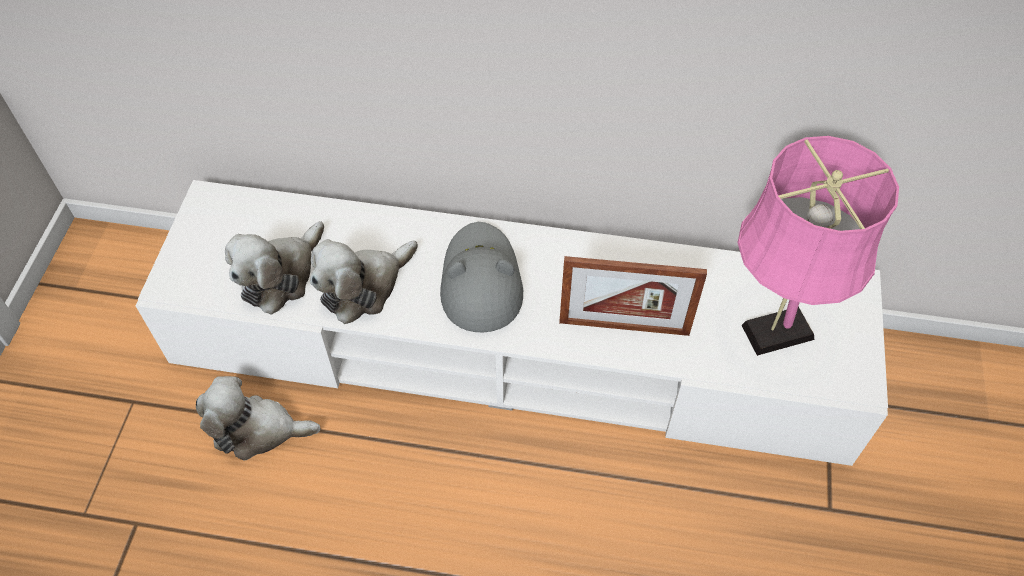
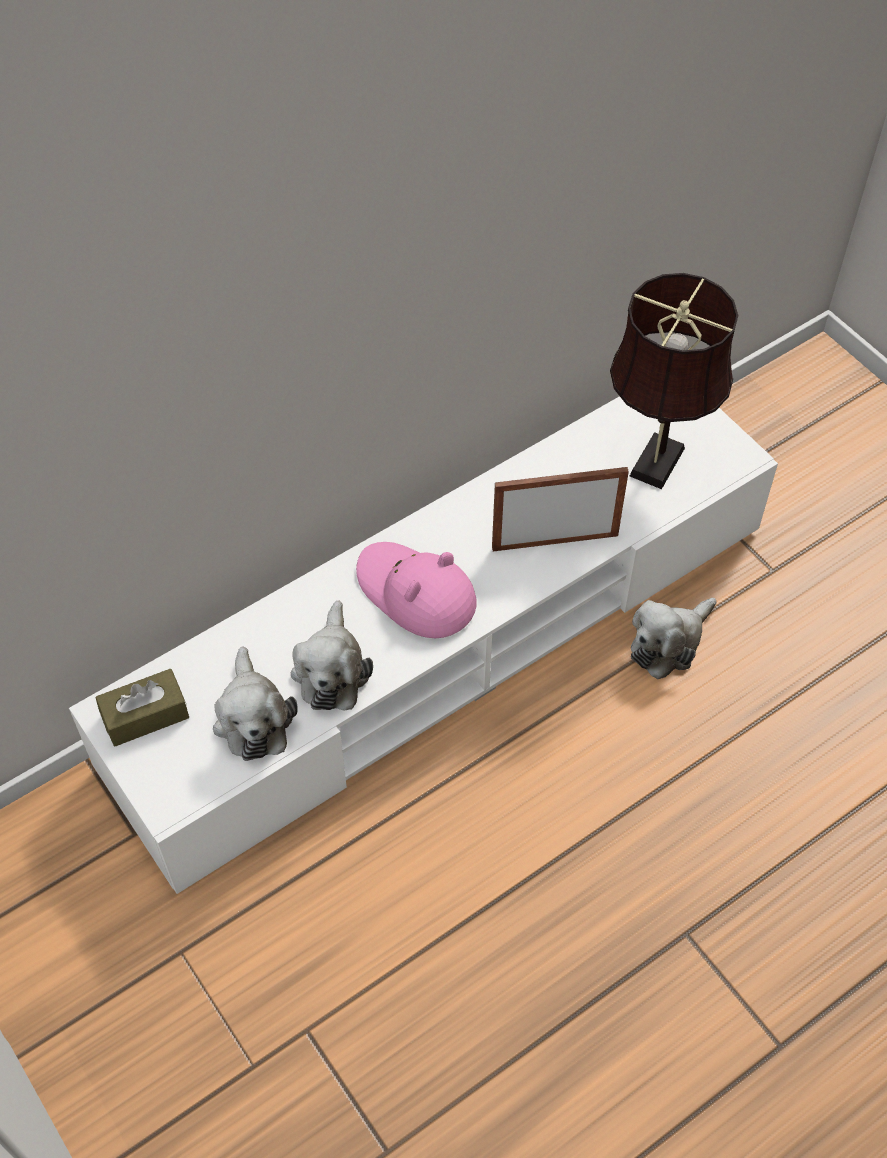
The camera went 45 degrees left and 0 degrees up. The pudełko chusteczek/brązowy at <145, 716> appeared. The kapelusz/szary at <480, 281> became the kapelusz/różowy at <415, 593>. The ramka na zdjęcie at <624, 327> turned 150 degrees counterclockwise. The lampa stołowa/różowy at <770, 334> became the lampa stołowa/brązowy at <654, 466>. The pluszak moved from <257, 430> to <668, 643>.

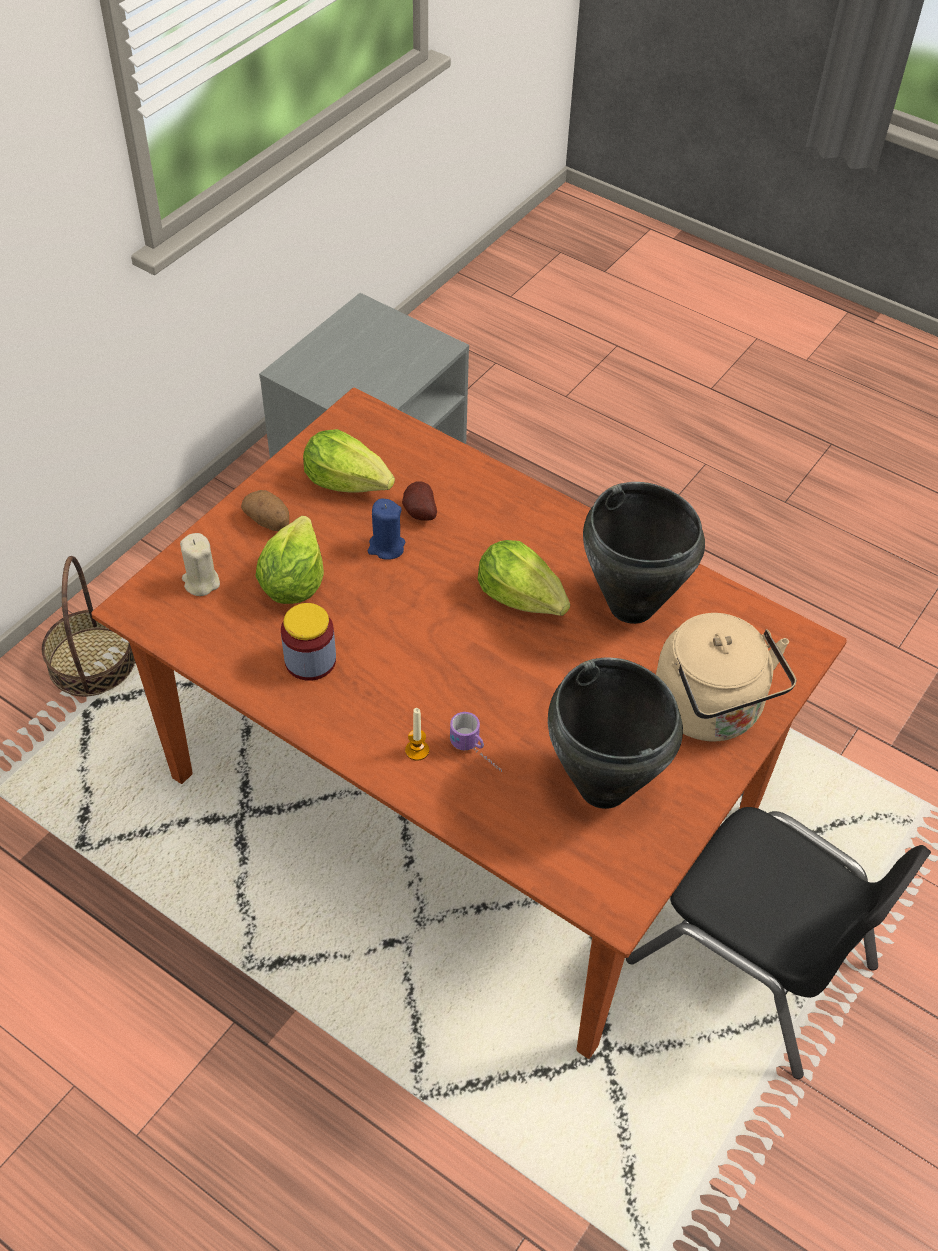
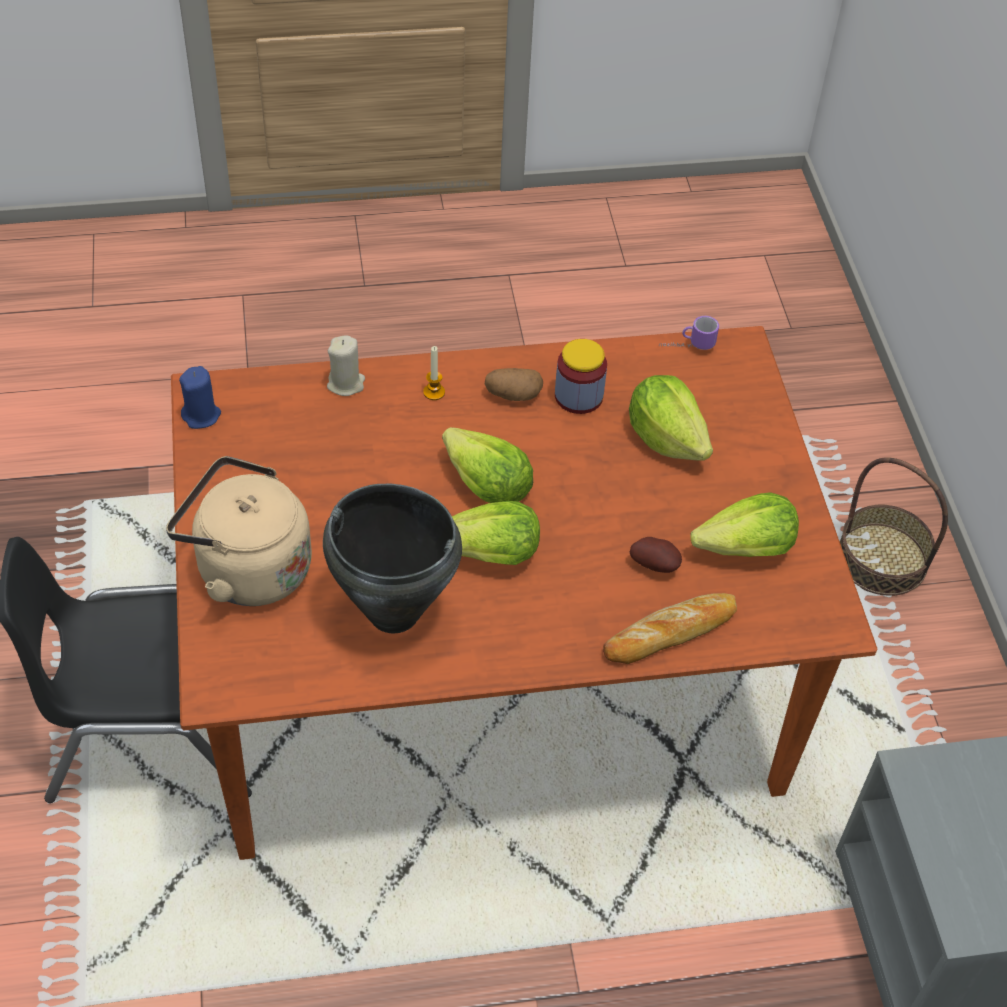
The camera went 135 degrees right and 0 degrees up. The świeca/niebieski moved from <386, 547> to <201, 415>. The świeca/beżowy moved from <201, 582> to <346, 384>. The sałata at <486, 485> appeared. The ziemniak moved from <269, 521> to <513, 395>. The chleb at <671, 632> appeared. The kubek moved from <477, 754> to <686, 346>. The garnek/czarny at <603, 788> disappeared.

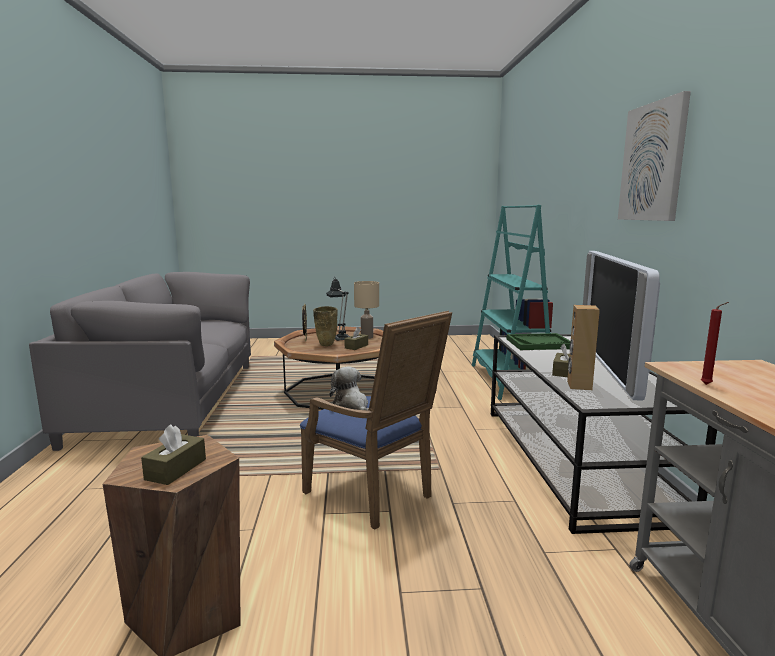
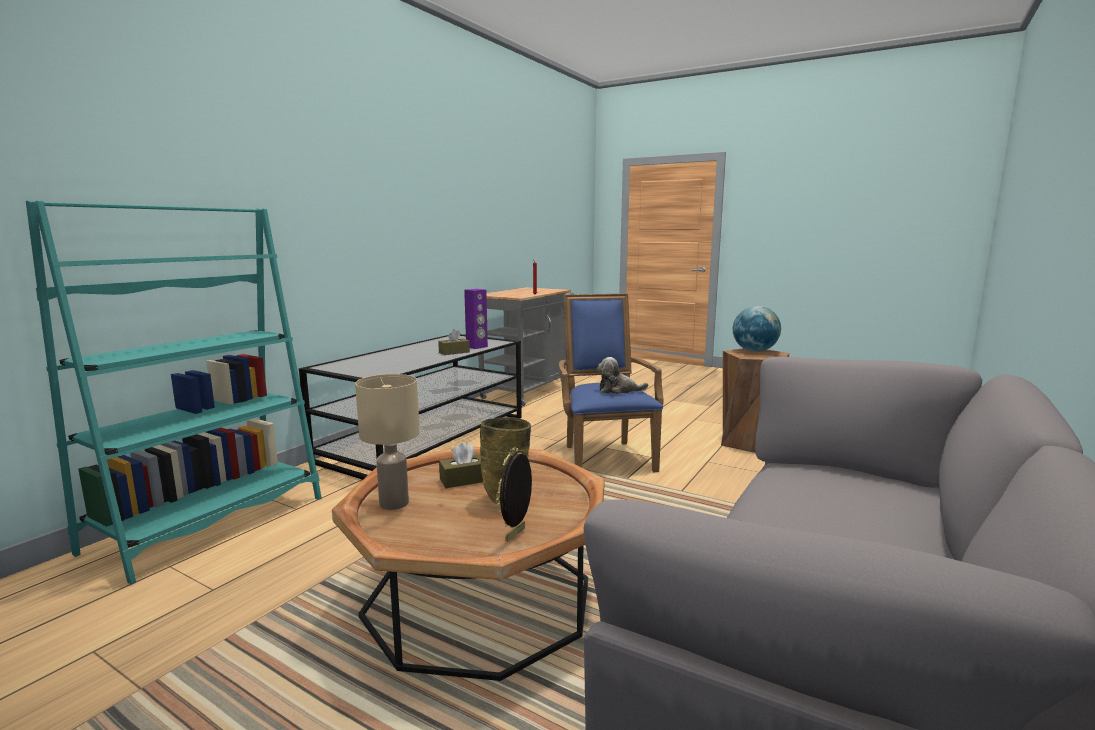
The camera went 145 degrees left and 0 degrees up. The głośnik/brązowy at <579, 385> became the głośnik/fioletowy at <477, 347>. The pluszak at <351, 407> turned 90 degrees clockwise. The pudełko chusteczek/brązowy at <176, 469> was replaced by the globus at <754, 351>. The lampa stołowa at <340, 338> disappeared. The taca/zielony at <539, 343> disappeared. The telewizor at <613, 364> disappeared. The obraz at <653, 162> disappeared.

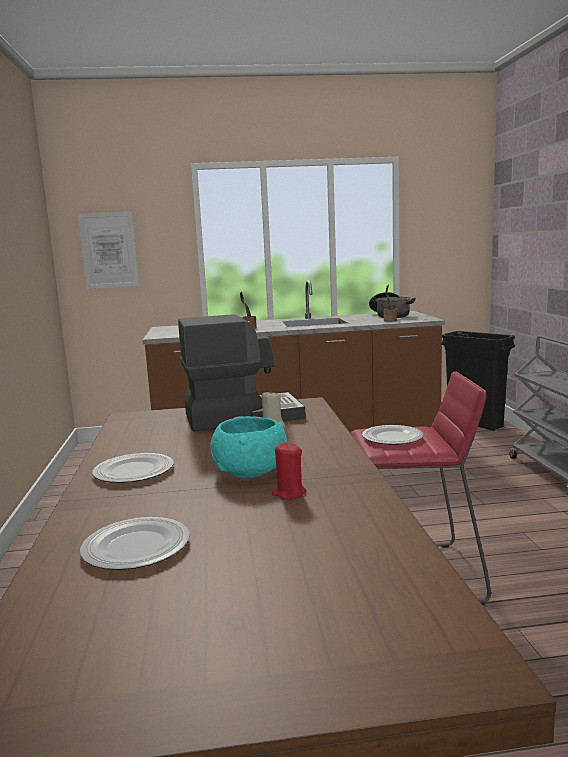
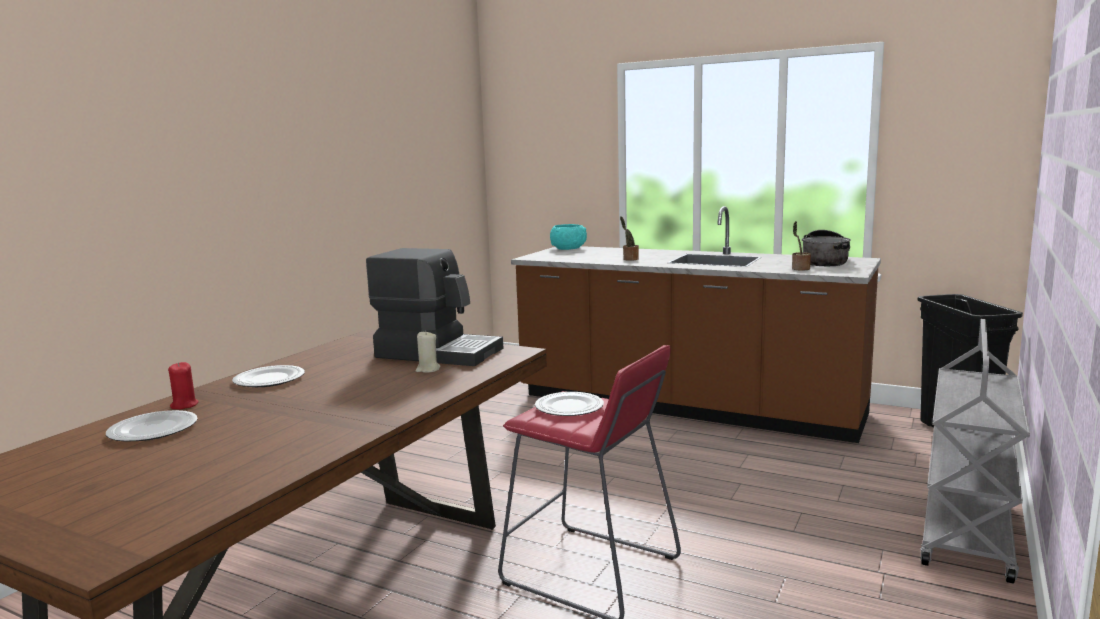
The camera went 35 degrees right and 0 degrees up. The świeca/czerwony moved from <289, 493> to <184, 405>. The miska/turkusowy moved from <250, 470> to <568, 248>. The obraz at <109, 250> disappeared.

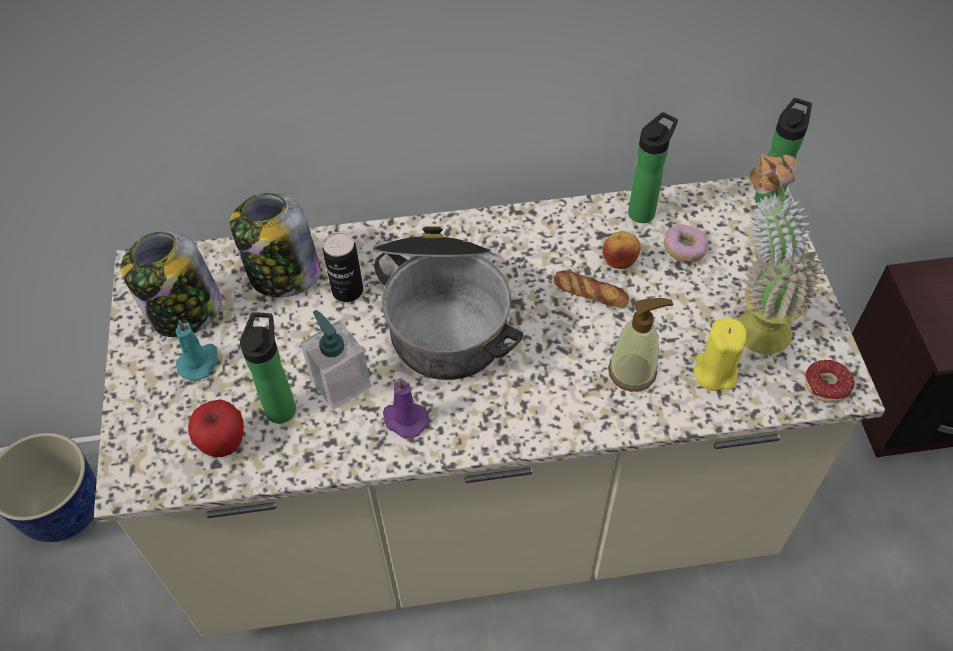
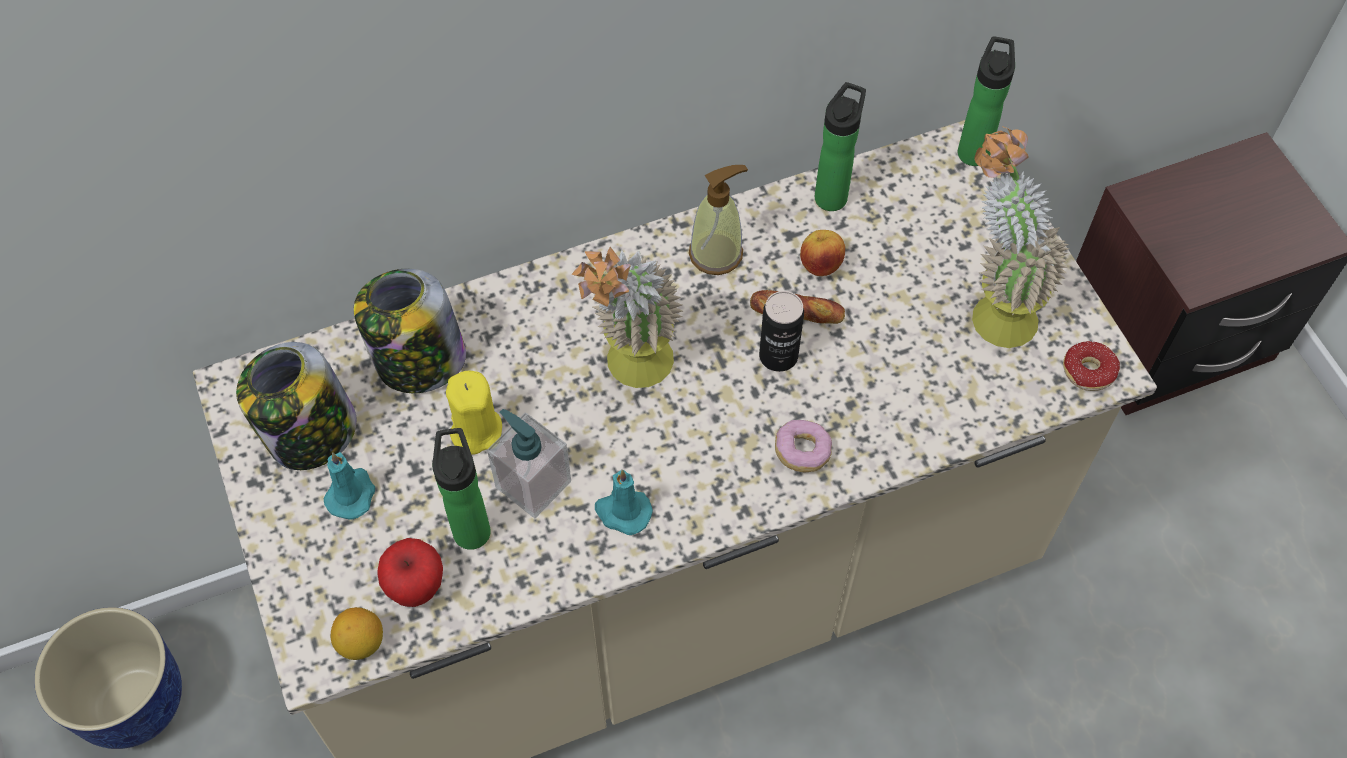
The camera went 15 degrees left and 5 degrees up. The cytryna at <361, 643> appeared. The świeca/żółty moved from <715, 372> to <475, 430>. The garnek at <444, 315> was replaced by the roślina doniczkowa at <631, 373>. The świeca/fioletowy at <404, 419> became the świeca/turkusowy at <622, 512>. The dozownik mydła moved from <632, 372> to <716, 253>. The puszka moved from <347, 290> to <778, 356>. The donut moved from <684, 250> to <802, 452>.

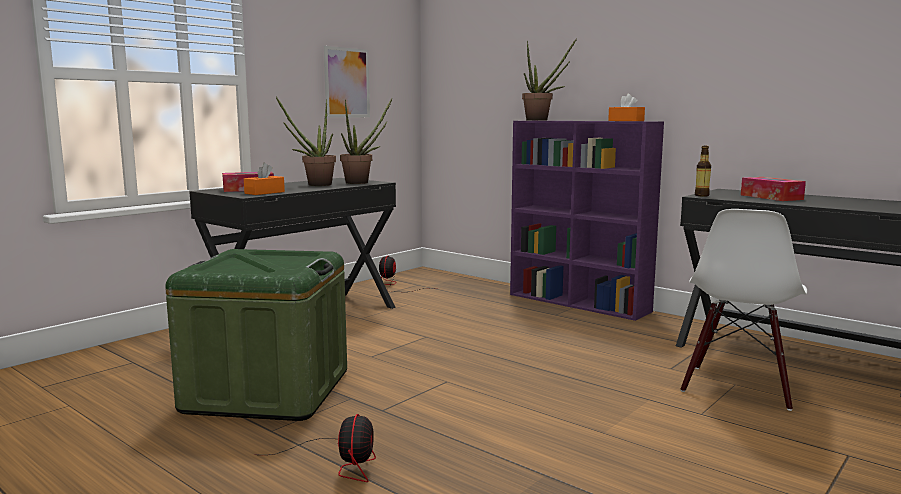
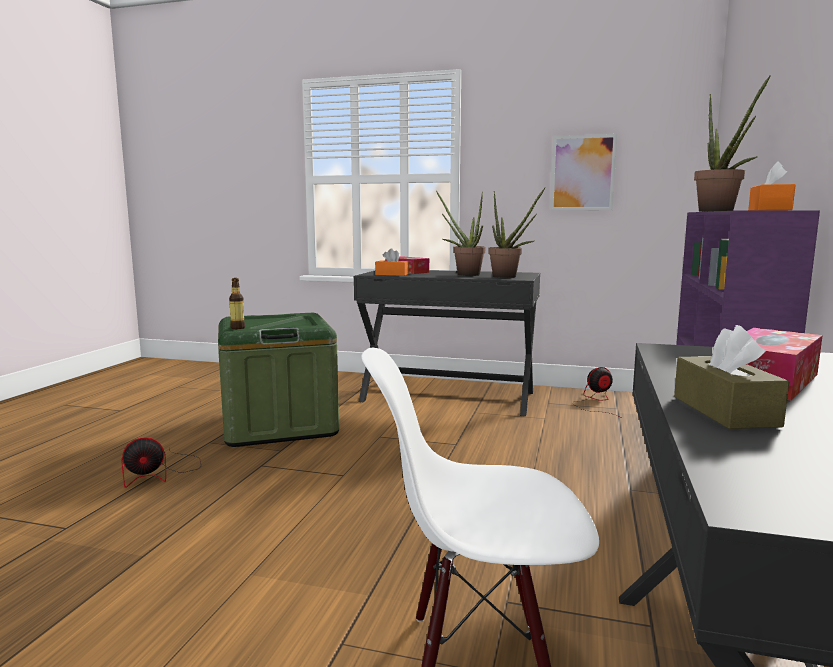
The camera went 65 degrees right and 0 degrees up. The butelka moved from <701, 195> to <238, 328>. The pudełko chusteczek/brązowy at <724, 411> appeared.

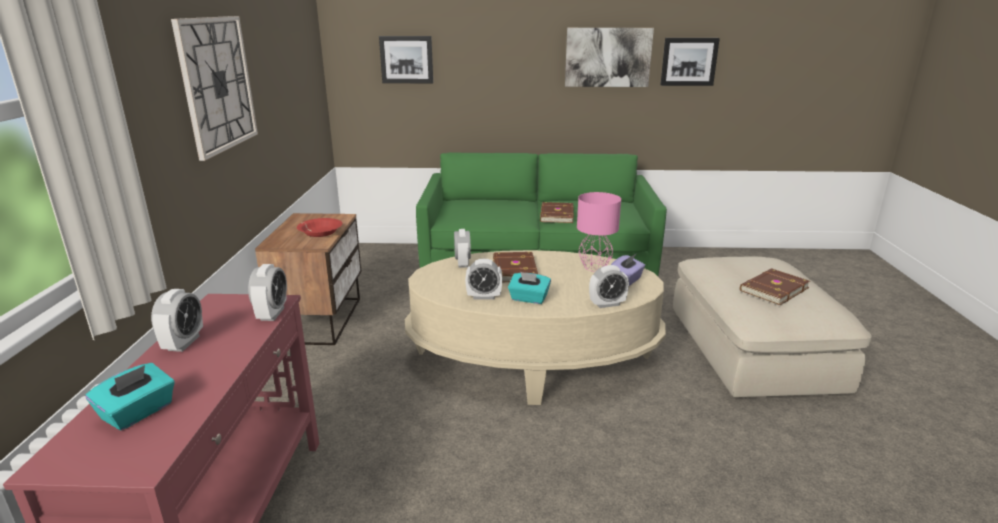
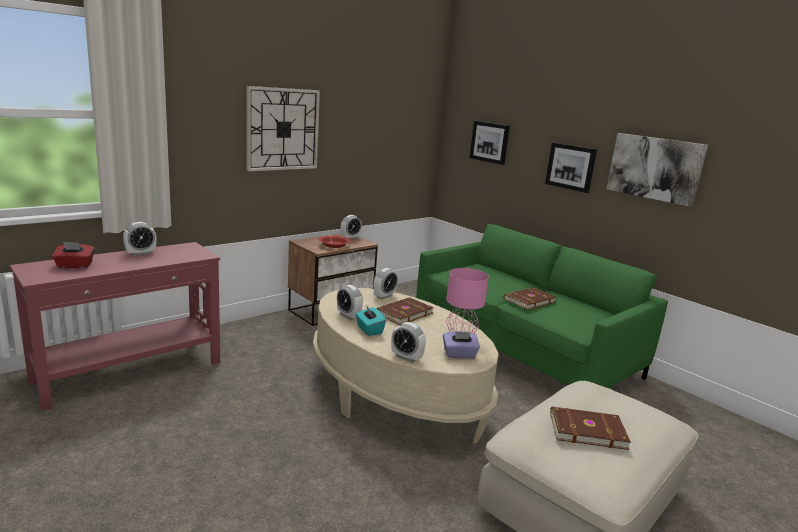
The camera went 45 degrees right and 5 degrees down. The pudełko chusteczek/turkusowy at <138, 412> became the pudełko chusteczek/czerwony at <74, 266>. The budzik moved from <272, 314> to <350, 238>. The obraz moved from <688, 61> to <571, 167>.

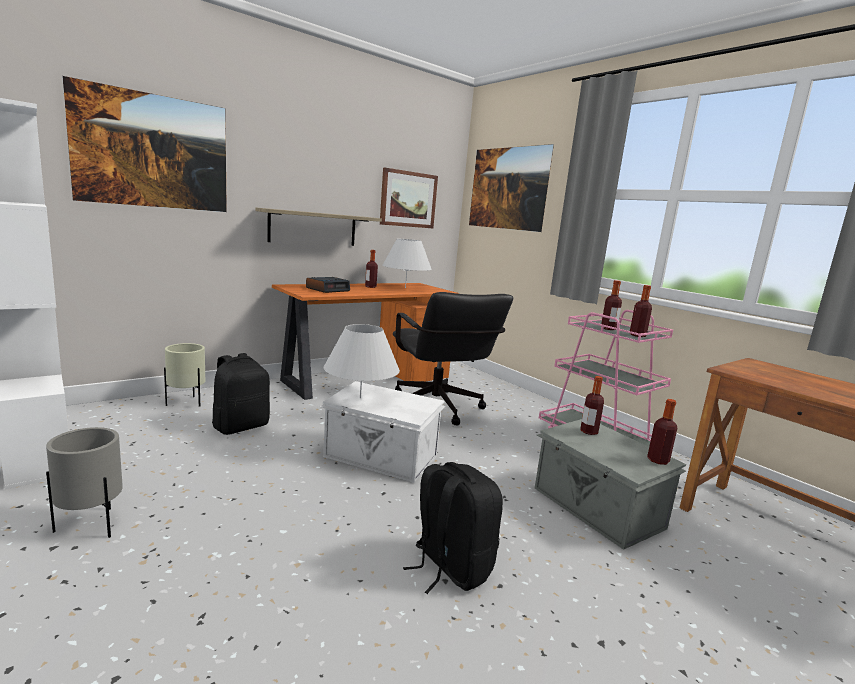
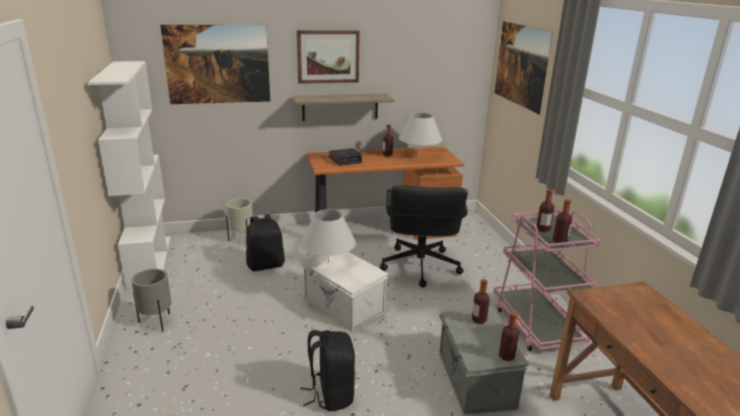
The camera went 25 degrees right and 10 degrees up. The obraz moved from <408, 199> to <328, 56>.

